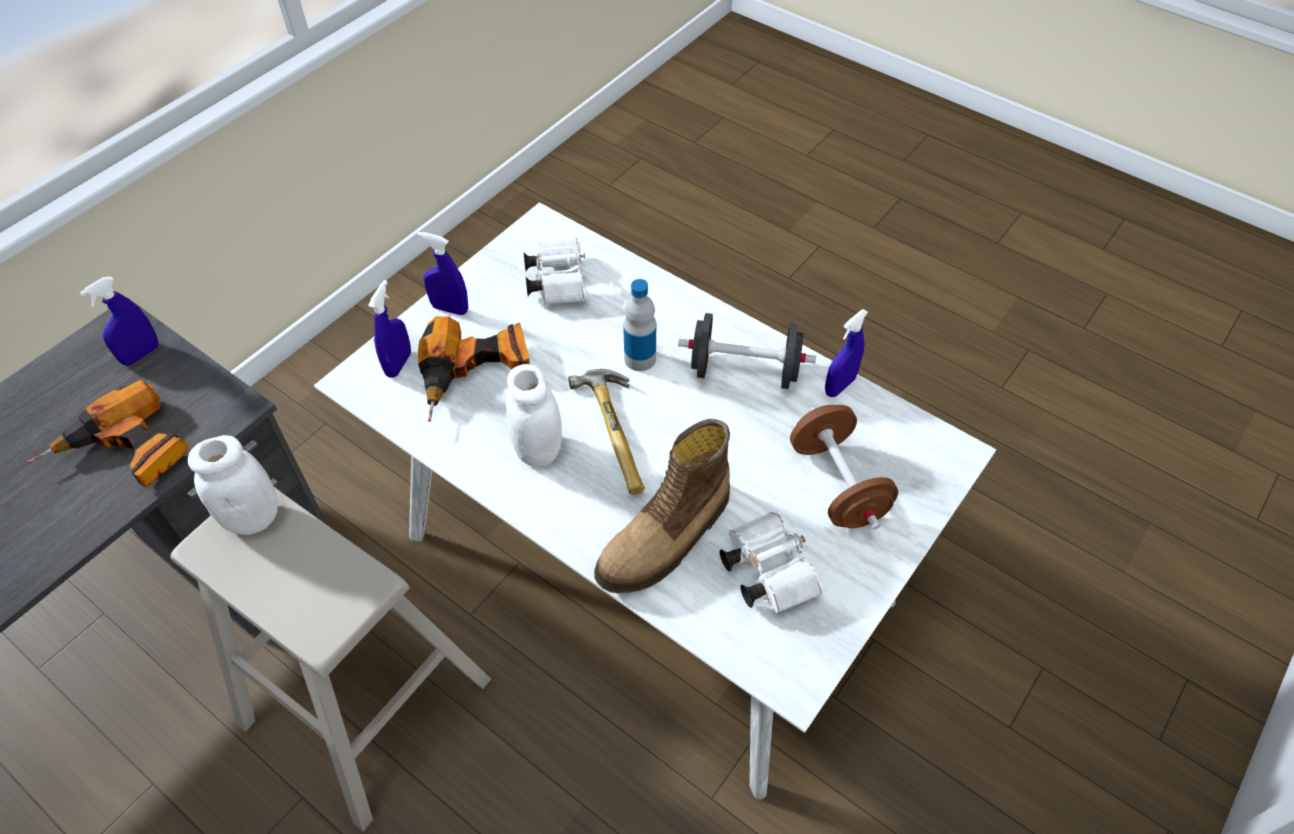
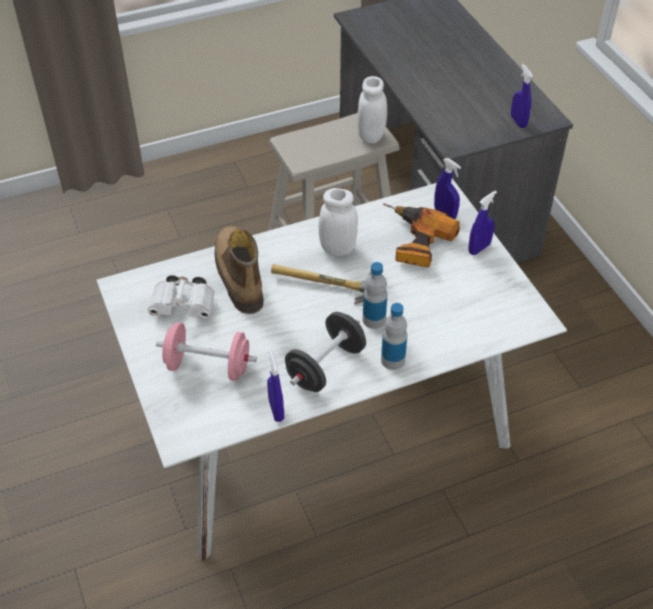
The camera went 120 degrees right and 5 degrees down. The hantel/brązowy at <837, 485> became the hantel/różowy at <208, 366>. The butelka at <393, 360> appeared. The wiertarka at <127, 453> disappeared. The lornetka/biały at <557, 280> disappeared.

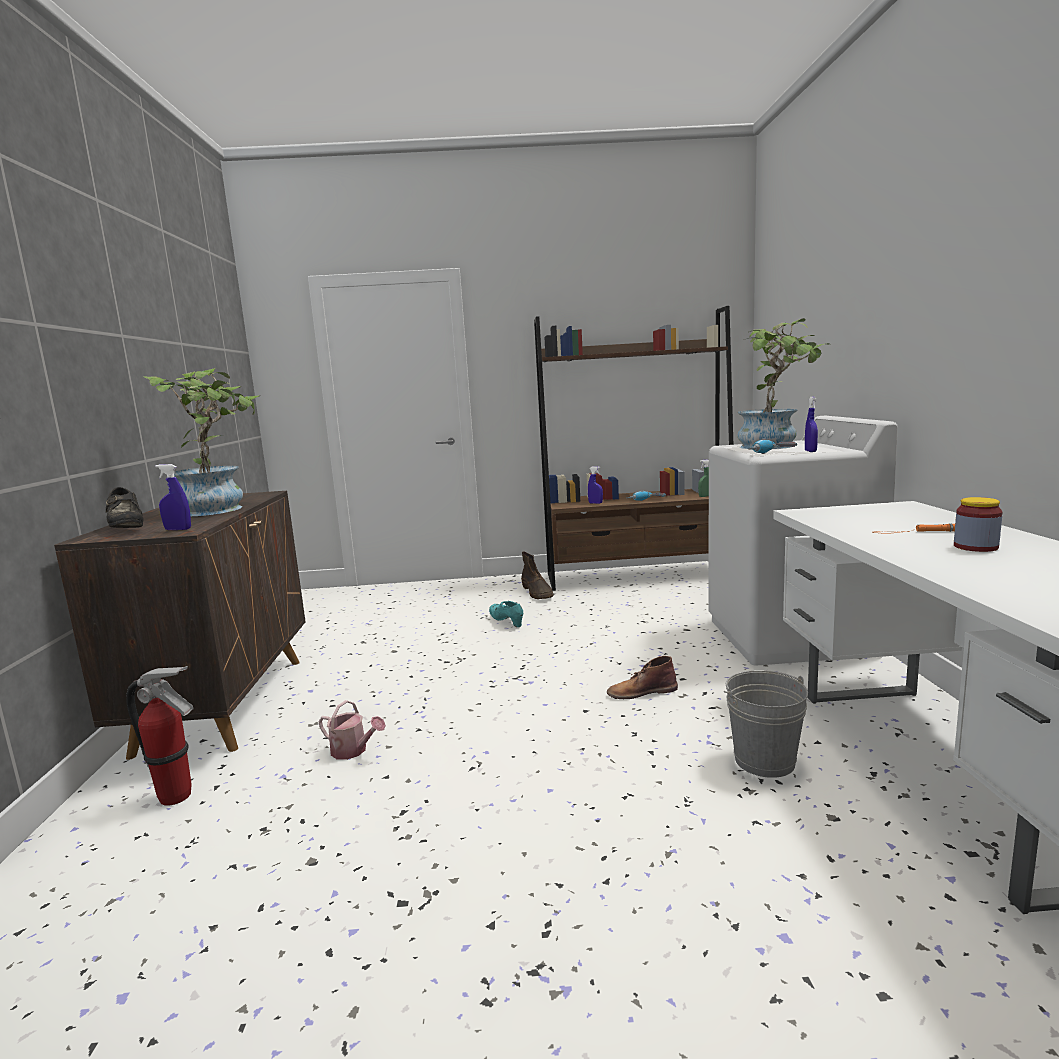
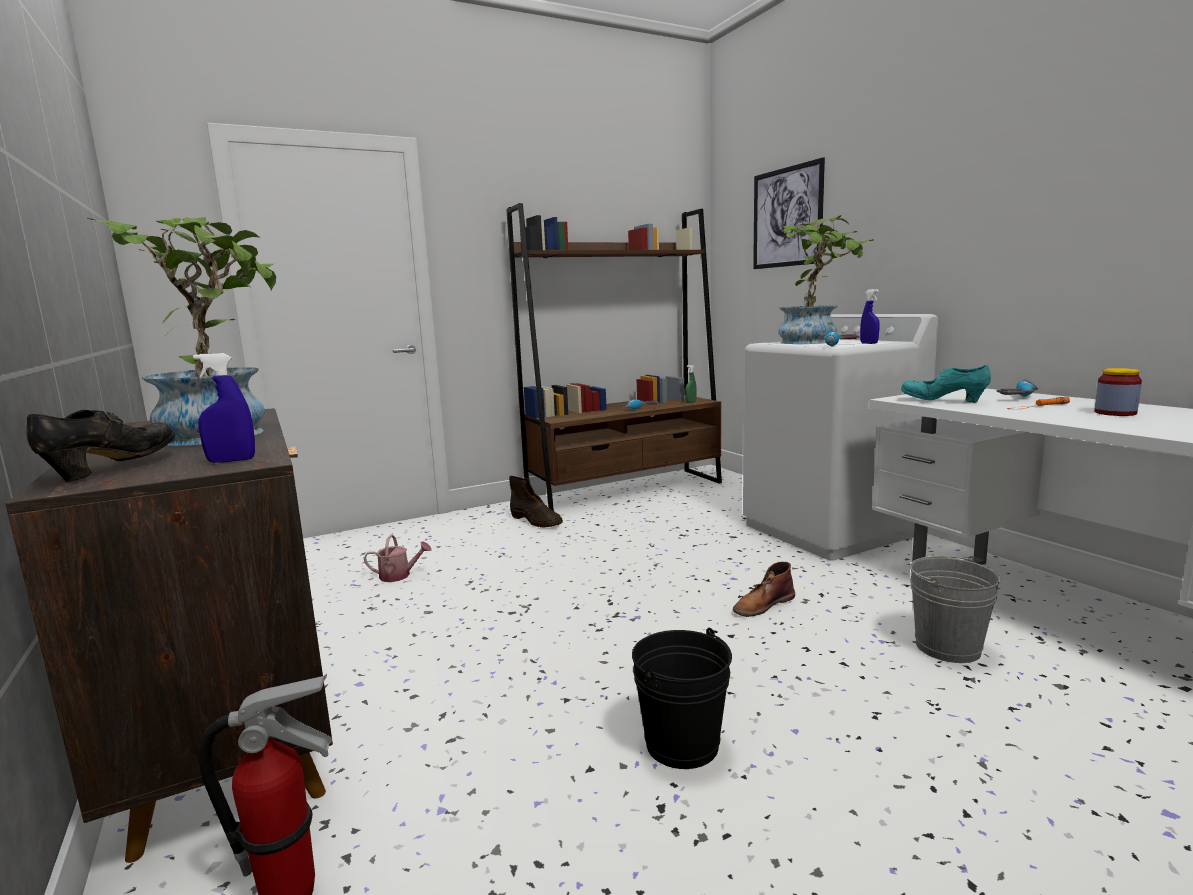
The camera went 25 degrees left and 0 degrees up. The but/czarny at <127, 529> turned 105 degrees counterclockwise. The konewka moved from <353, 751> to <399, 576>. The wiadro/czarny at <682, 744> appeared. The obraz at <787, 217> appeared. The but/turkusowy moved from <507, 622> to <942, 401>. The wiertarka at <1015, 397> appeared. The spryskiwacz/niebieski at <595, 503> disappeared.

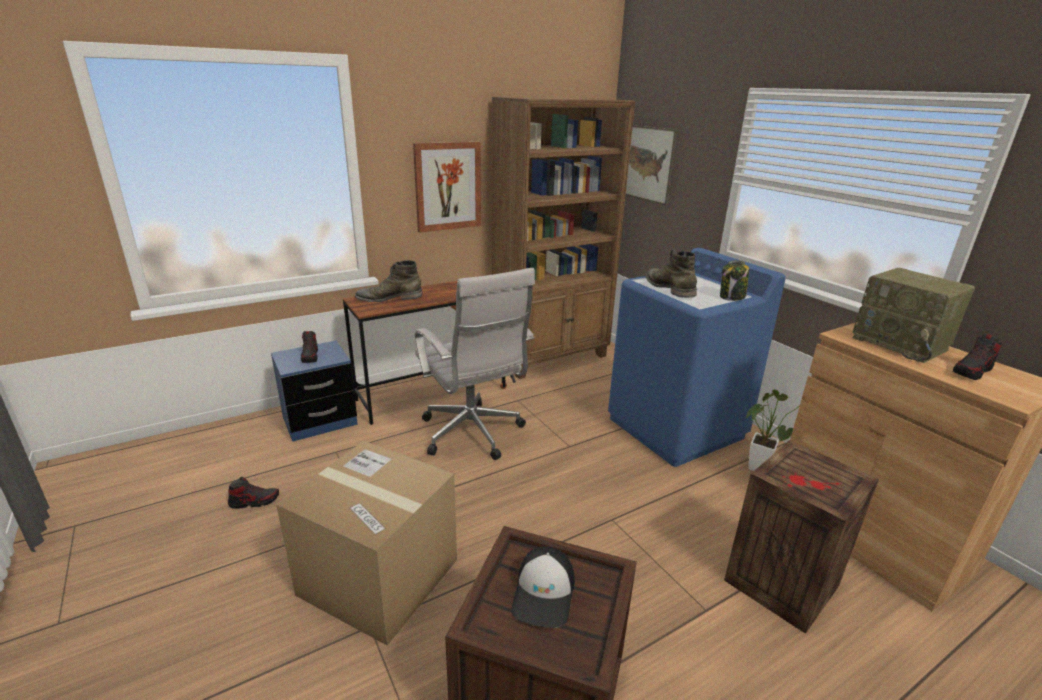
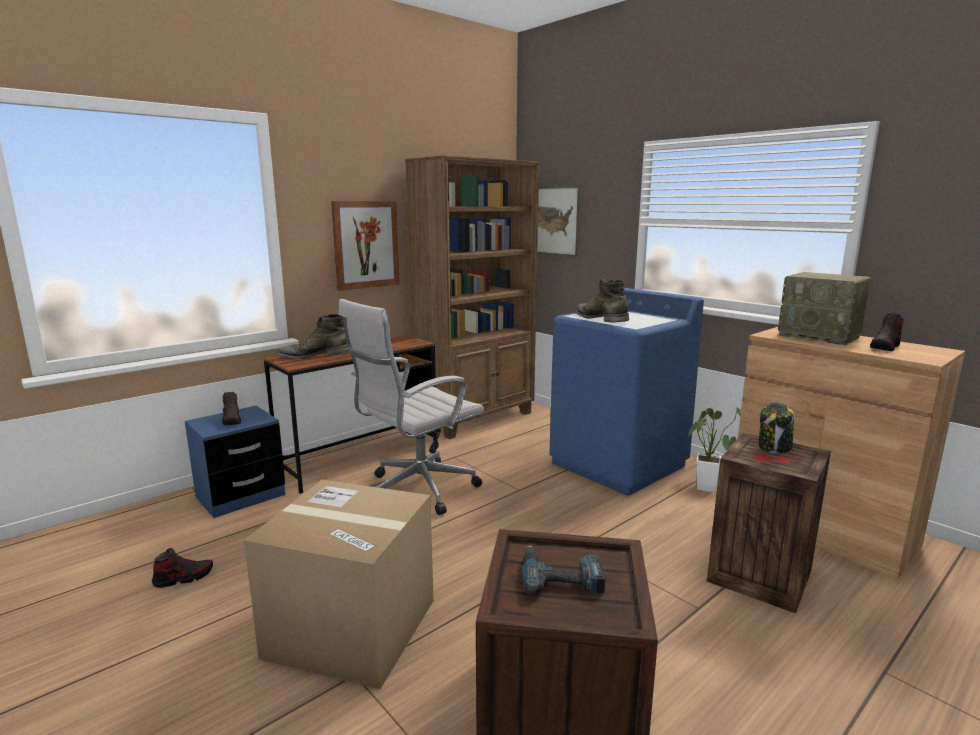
The camera went 10 degrees left and 10 degrees down. The krzesło biurowe/biały at <473, 435> turned 90 degrees clockwise. The czapka z daszkiem at <544, 593> was replaced by the wiertarka at <561, 577>. The słoik moved from <732, 297> to <774, 448>.

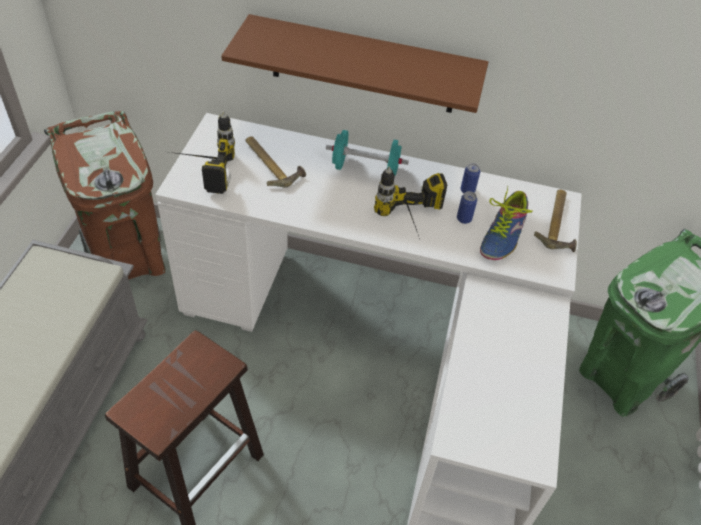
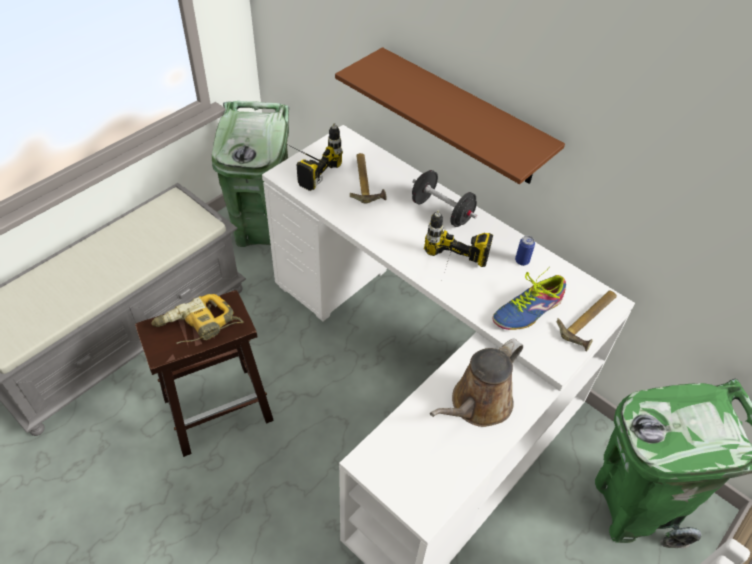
The camera went 30 degrees right and 0 degrees up. The wiertarka at <198, 327> appeared. The kosz na śmieci/brązowy at <129, 261> became the kosz na śmieci/zielony at <264, 230>. The hantel/turkusowy at <365, 169> became the hantel/czarny at <442, 211>. The konewka/brązowy at <477, 405> appeared. The puszka at <464, 219> disappeared.

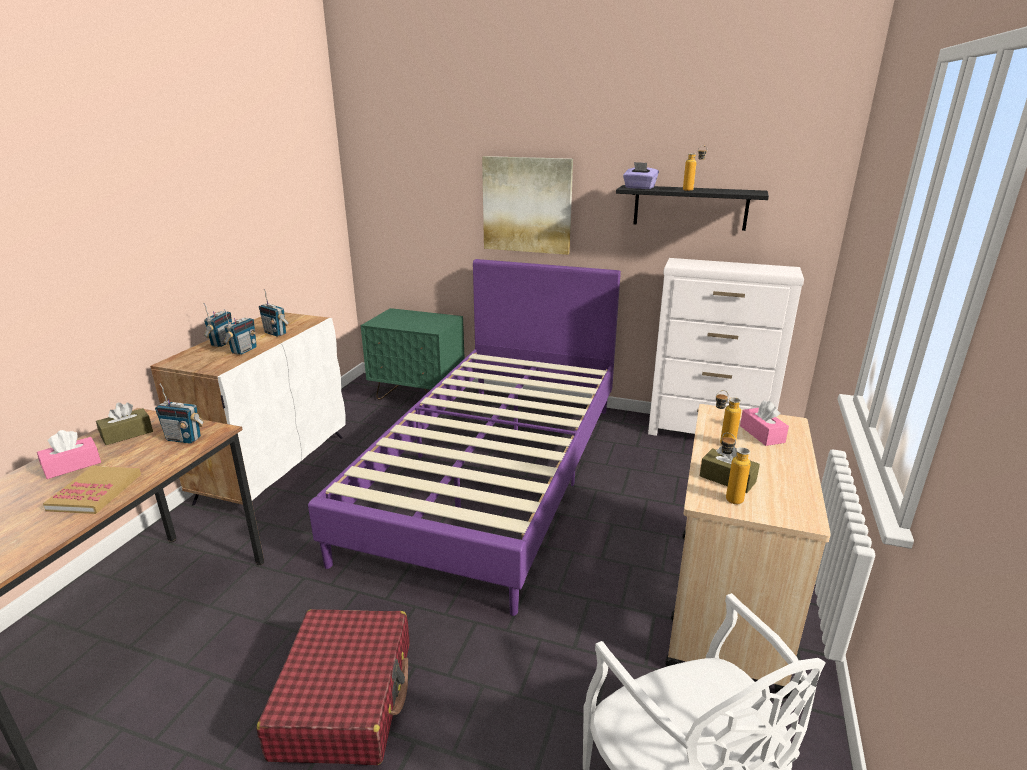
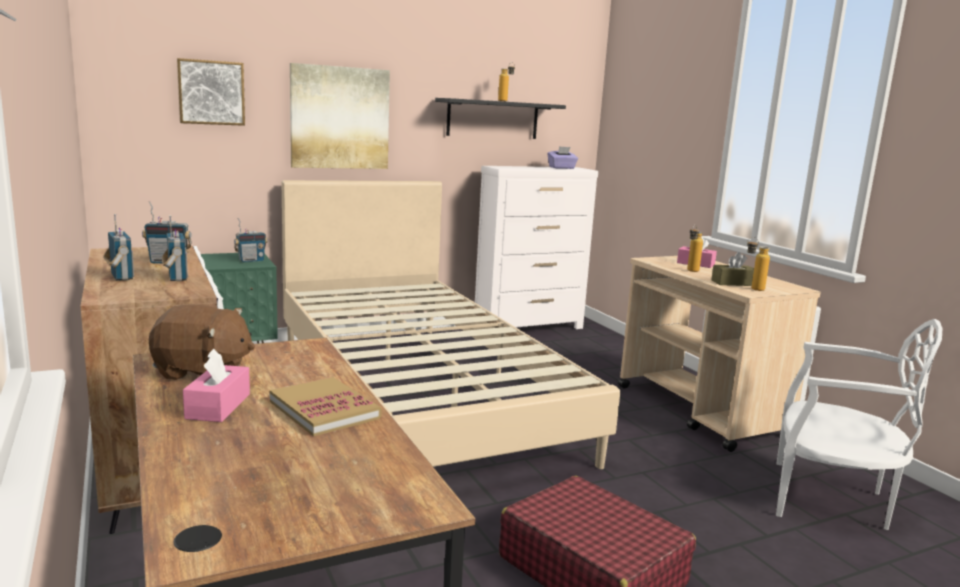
The camera went 45 degrees left and 10 degrees down. The pudełko chusteczek/brązowy at <127, 434> was replaced by the pluszak/brązowy at <202, 372>. The obraz at <211, 92> appeared. The radio moved from <184, 439> to <251, 260>. The łóżko/fioletowy at <494, 473> became the łóżko/beżowy at <418, 394>. The pudełko chusteczek/fioletowy moved from <639, 187> to <562, 168>.

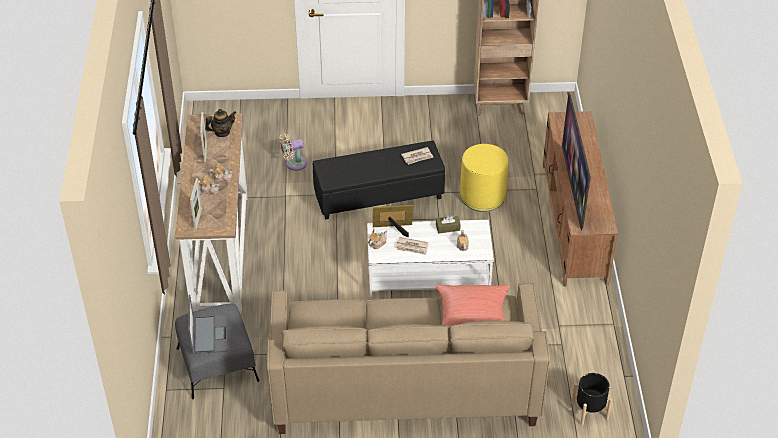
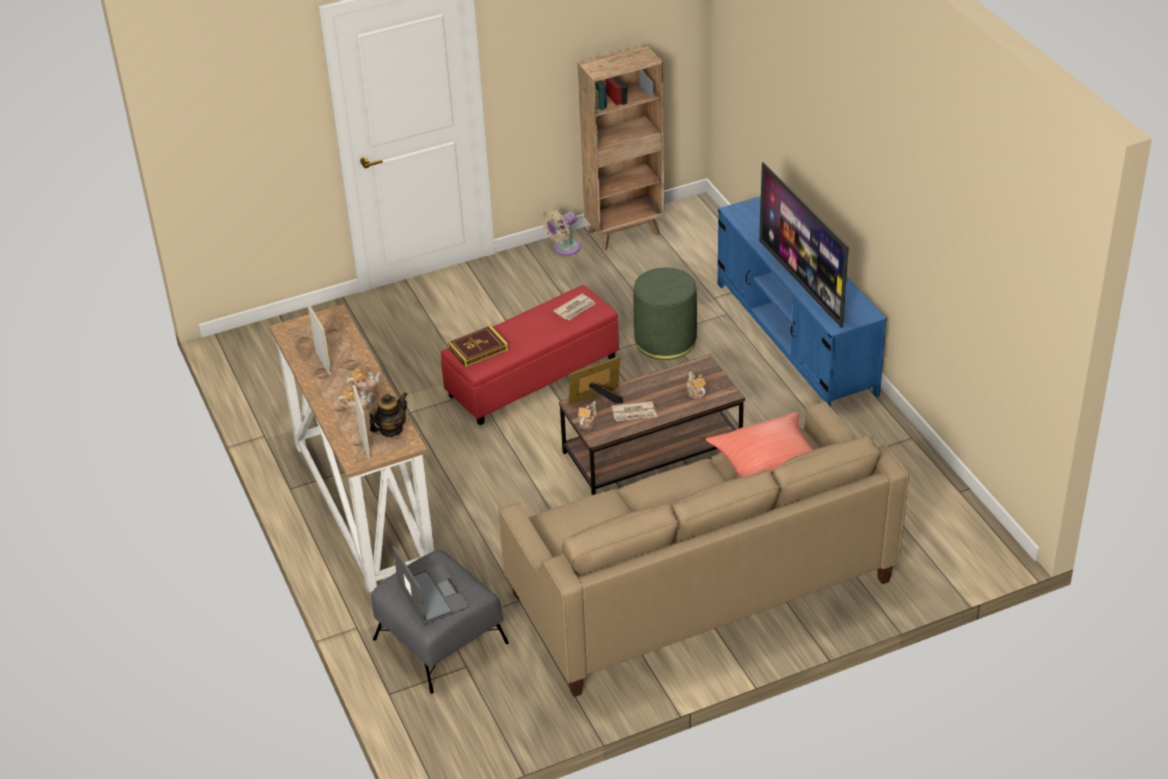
The camera went 20 degrees left and 5 degrees down. The imbryk moved from <222, 132> to <391, 429>. The pufa/czarny at <378, 194> became the pufa/czerwony at <532, 376>. The książka at <478, 349> appeared. The wentylator/beżowy moved from <294, 164> to <564, 248>. The ława/biały at <428, 275> became the ława/brązowy at <652, 451>. The pufa/żółty at <482, 196> became the pufa/zielony at <665, 341>. The szafka pod telewizor/brązowy at <574, 222> became the szafka pod telewizor/niebieski at <796, 338>. The pudełko chusteczek/brązowy at <447, 228> disappeared. The donica/czarny at <589, 411> disappeared.

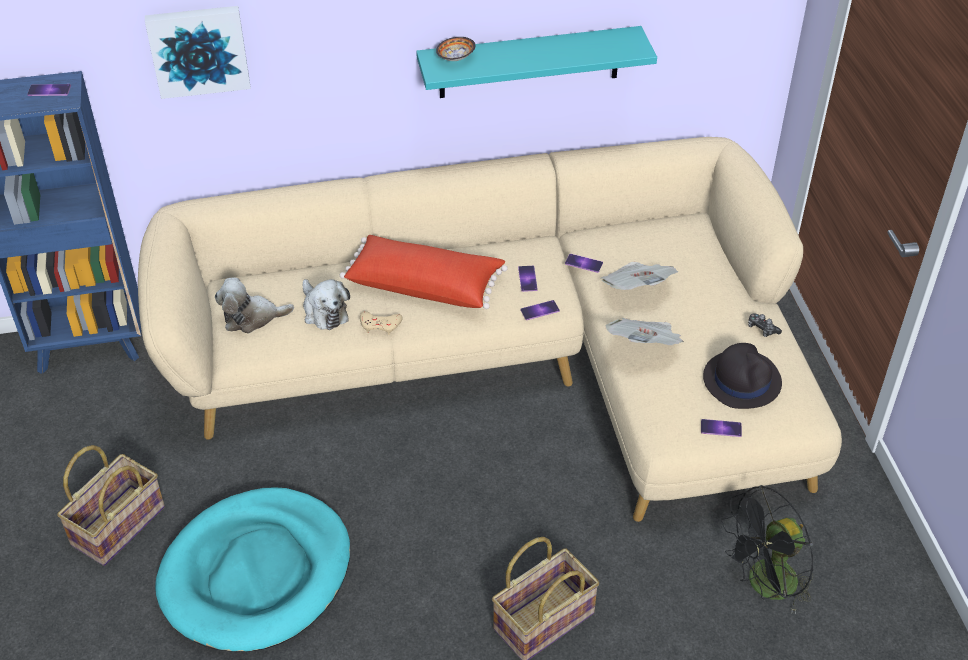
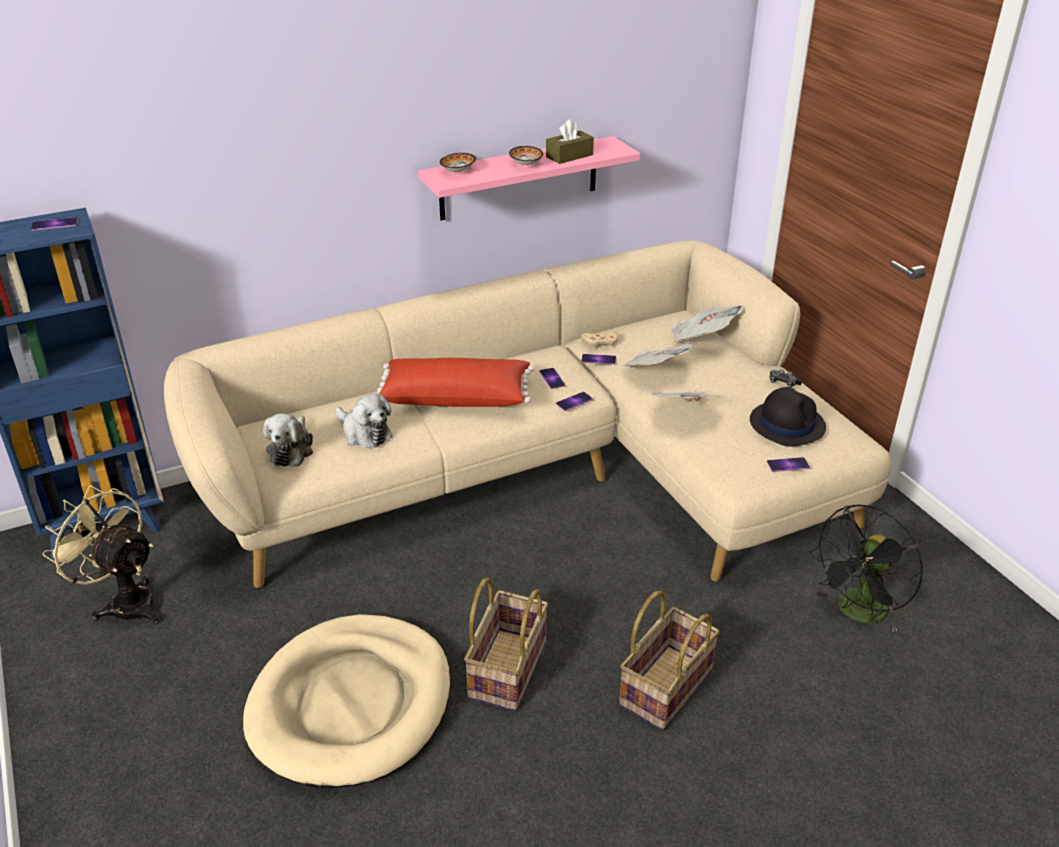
The camera went 15 degrees left and 10 degrees down. The wentylator/beżowy at <124, 602> appeared. The legowisko/turkusowy at <256, 573> became the legowisko/beżowy at <351, 704>. The pluszak at <252, 317> turned 60 degrees counterclockwise. The półka/turkusowy at <529, 62> became the półka/różowy at <519, 178>. The koszyk moved from <117, 525> to <506, 668>. The miska at <526, 164> appeared. The pudełko chusteczek/brązowy at <569, 156> appeared. The pad do gier/beżowy moved from <380, 325> to <600, 342>. The gazeta at <702, 337> appeared. The obraz at <198, 50> disappeared.

